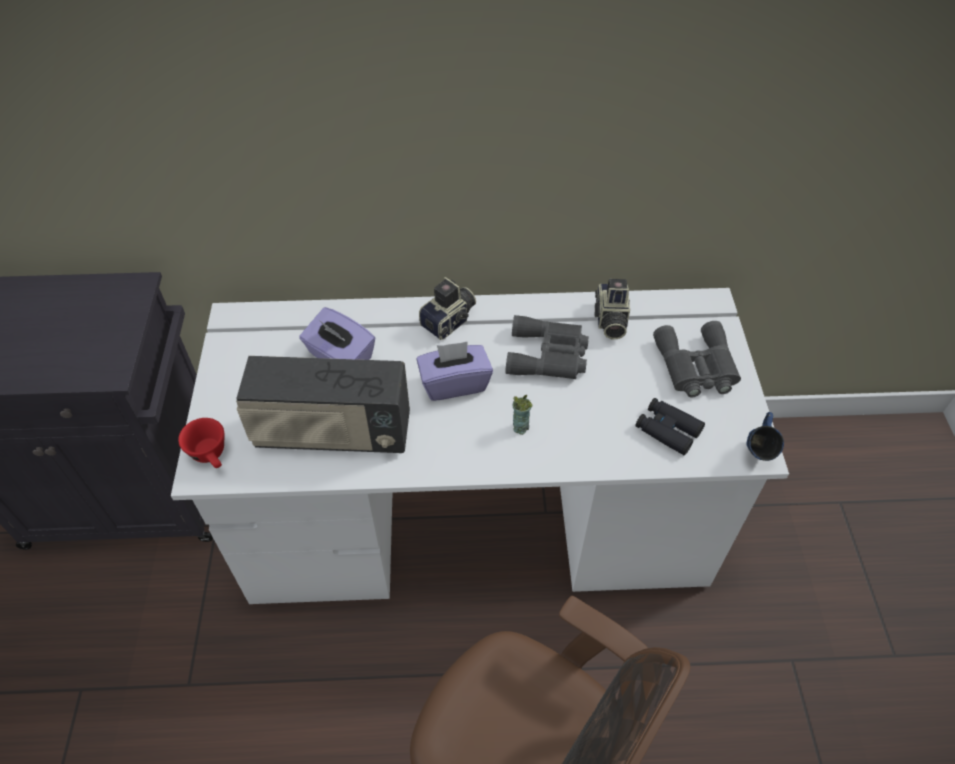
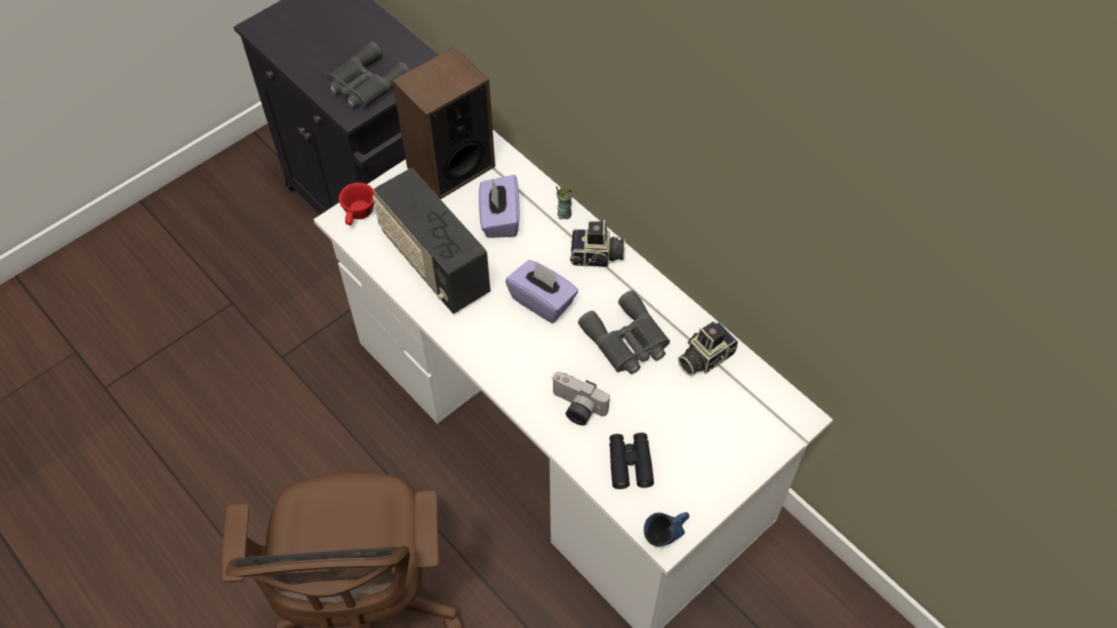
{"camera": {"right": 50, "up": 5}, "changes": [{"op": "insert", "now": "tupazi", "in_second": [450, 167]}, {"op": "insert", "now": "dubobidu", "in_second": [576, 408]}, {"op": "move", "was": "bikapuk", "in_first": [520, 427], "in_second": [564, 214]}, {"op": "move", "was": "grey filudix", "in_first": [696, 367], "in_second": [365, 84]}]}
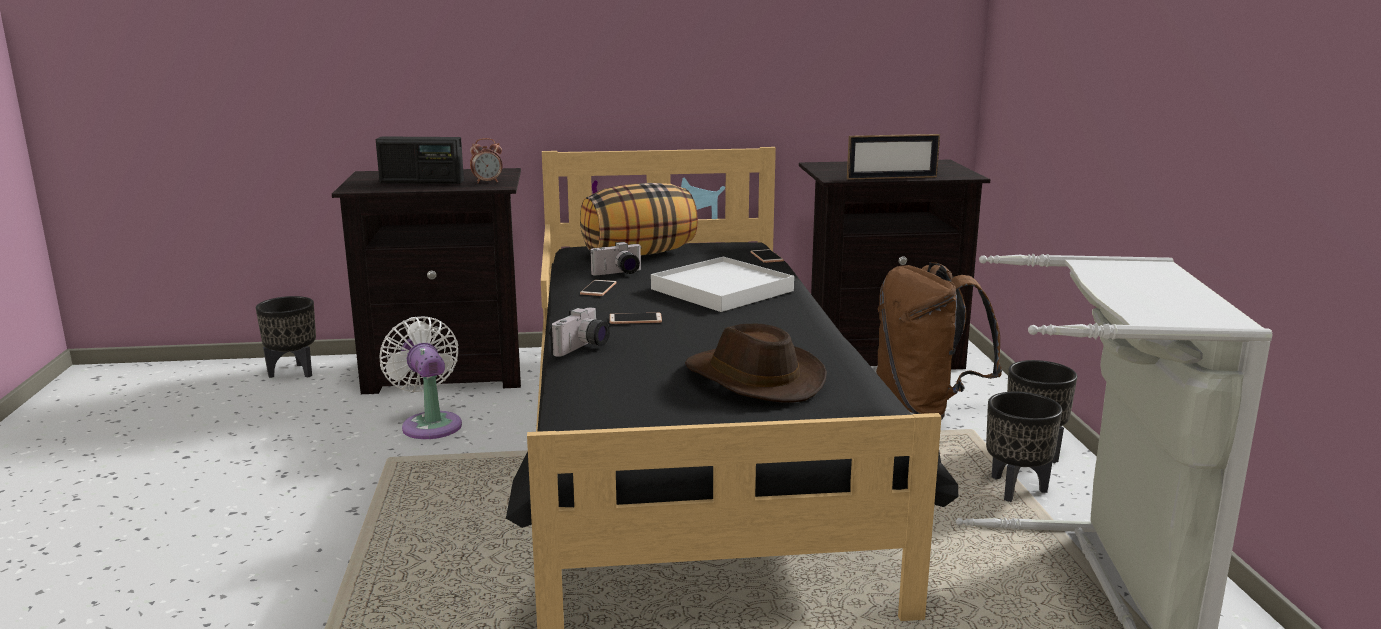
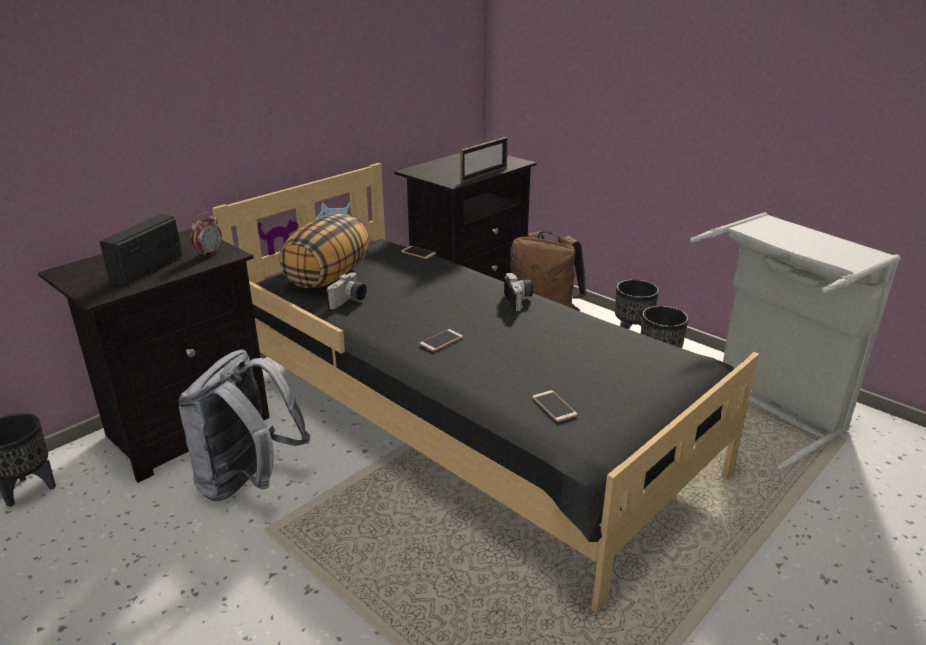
{"camera": {"right": -40, "up": 10}, "changes": [{"op": "delete", "was": "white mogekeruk", "in_first": [722, 290]}, {"op": "delete", "was": "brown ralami", "in_first": [752, 379]}, {"op": "move", "was": "dubobidu", "in_first": [583, 348], "in_second": [519, 300]}, {"op": "move", "was": "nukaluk", "in_first": [598, 289], "in_second": [554, 406]}, {"op": "replace", "was": "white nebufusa", "now": "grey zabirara", "in_first": [430, 424], "in_second": [247, 482]}, {"op": "rotate", "was": "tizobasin", "in_first": [421, 182], "in_second": [146, 268], "clockwise": 150}]}
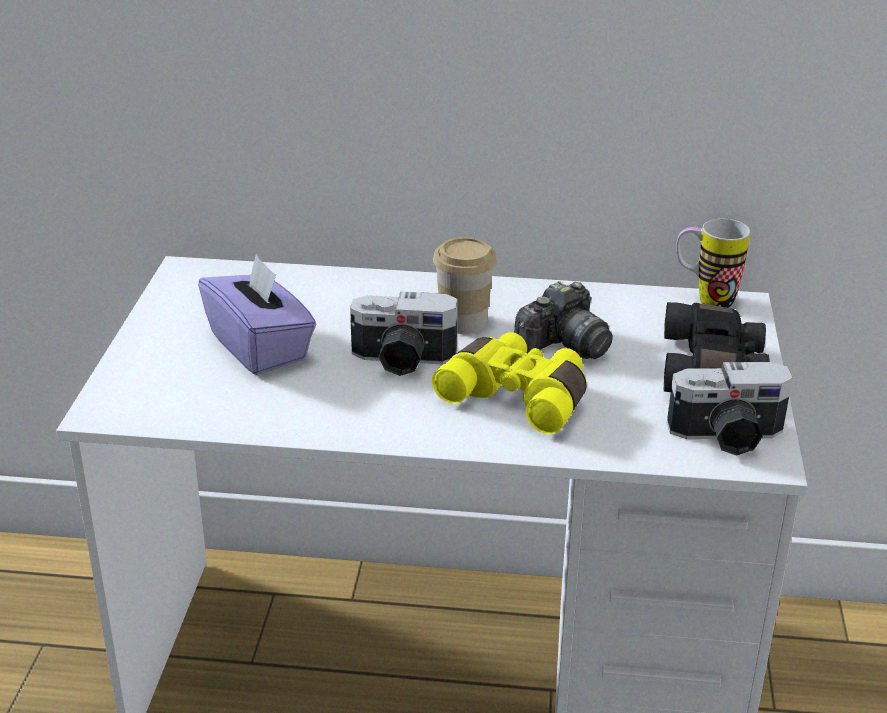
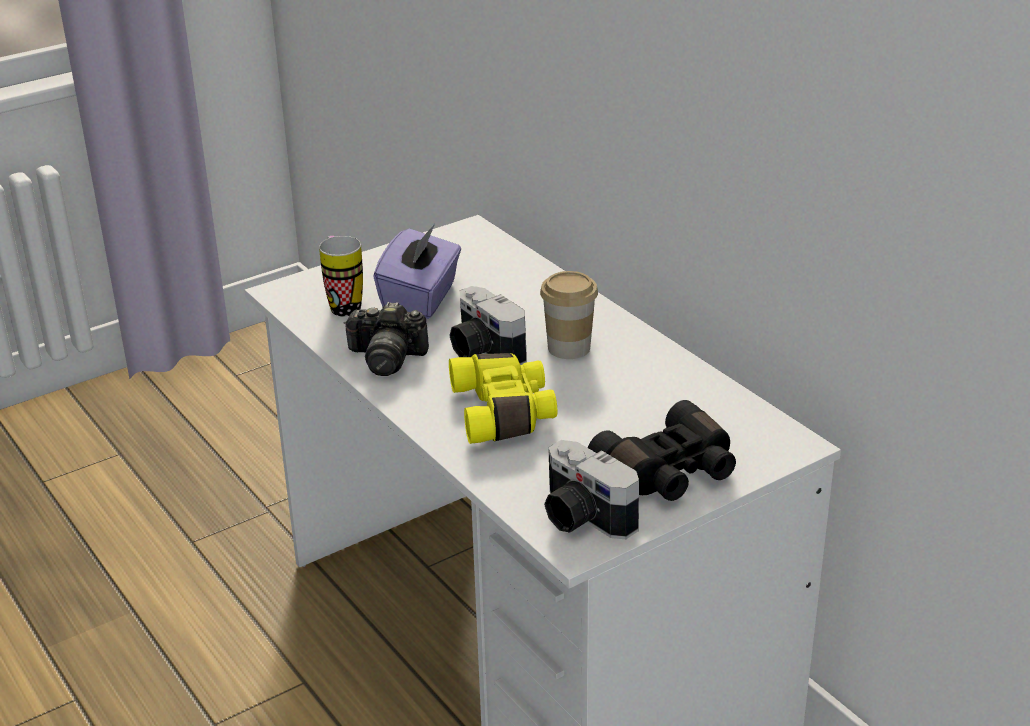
{"camera": {"right": 50, "up": 0}, "changes": [{"op": "move", "was": "dubobidu", "in_first": [563, 345], "in_second": [387, 358]}, {"op": "move", "was": "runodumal", "in_first": [704, 299], "in_second": [342, 304]}]}
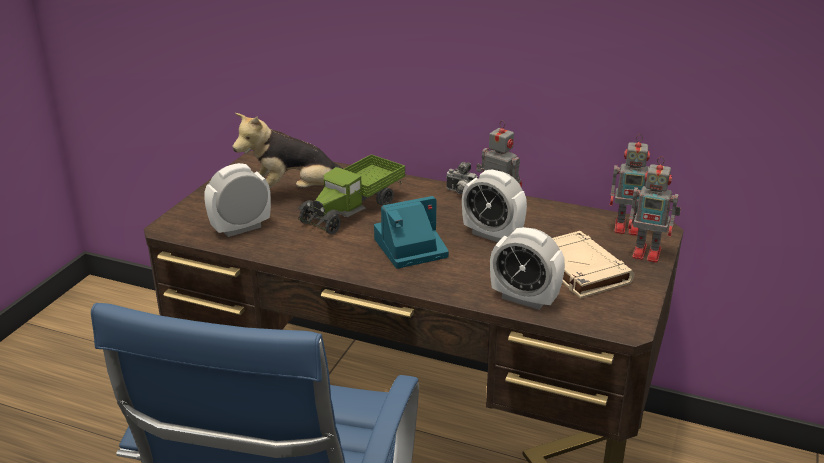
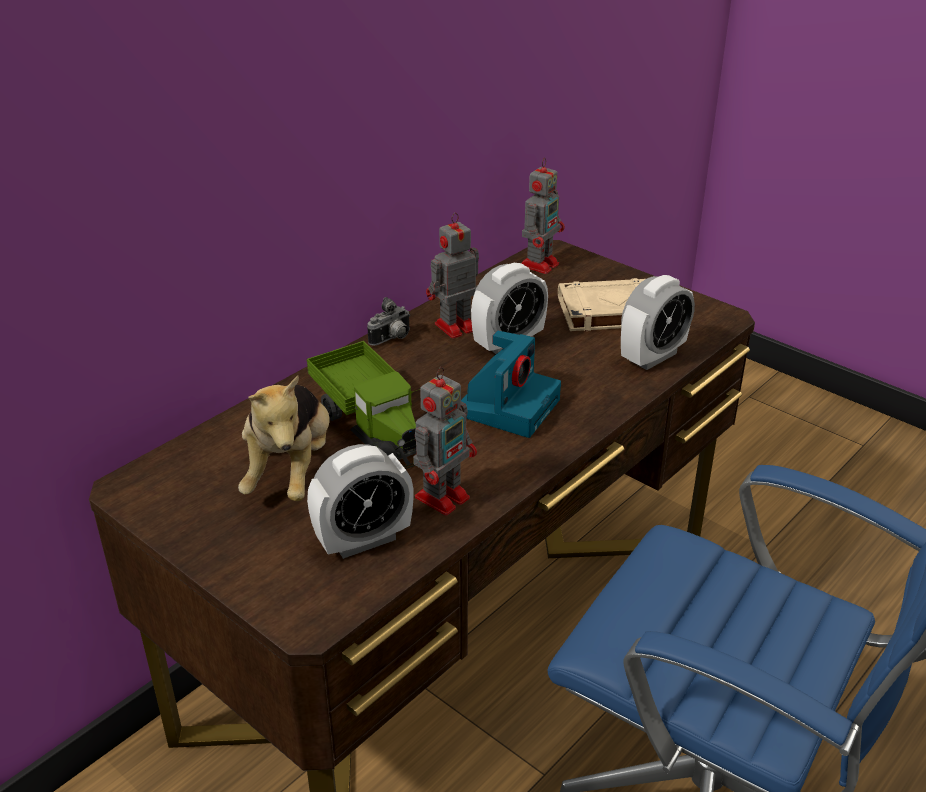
{"camera": {"right": -70, "up": 5}, "changes": [{"op": "move", "was": "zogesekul", "in_first": [648, 253], "in_second": [444, 496]}, {"op": "rotate", "was": "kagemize", "in_first": [241, 228], "in_second": [363, 540], "clockwise": -105}, {"op": "rotate", "was": "dubobidu", "in_first": [409, 248], "in_second": [508, 405], "clockwise": -150}]}
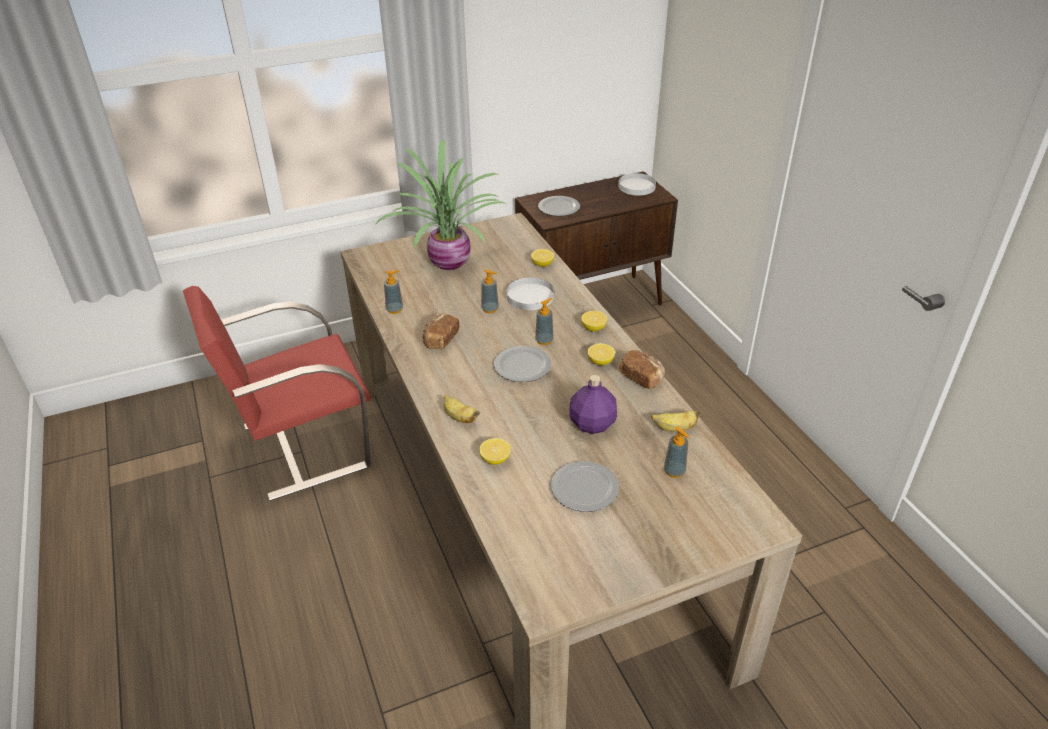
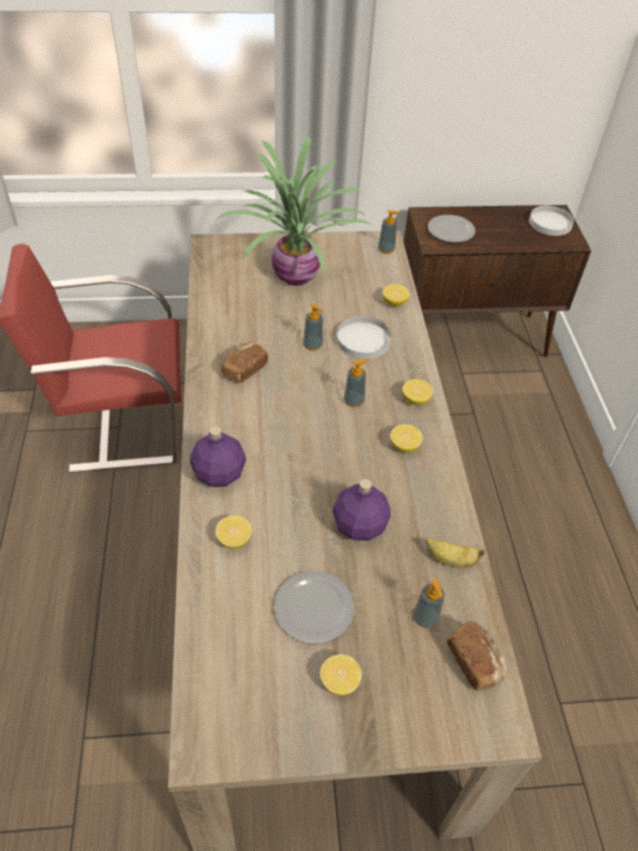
{"camera": {"right": 15, "up": 10}, "changes": [{"op": "delete", "was": "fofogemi", "in_first": [523, 366]}, {"op": "insert", "now": "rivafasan", "in_second": [339, 681]}, {"op": "move", "was": "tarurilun", "in_first": [394, 309], "in_second": [386, 249]}, {"op": "move", "was": "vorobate", "in_first": [642, 377], "in_second": [475, 661]}, {"op": "replace", "was": "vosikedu", "now": "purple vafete", "in_first": [459, 418], "in_second": [220, 474]}]}
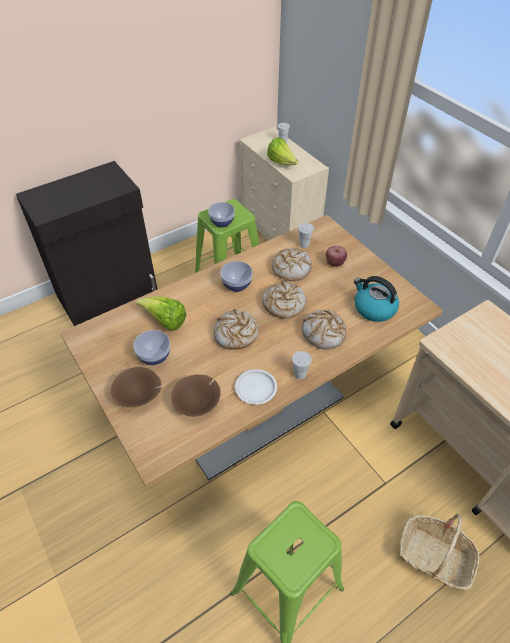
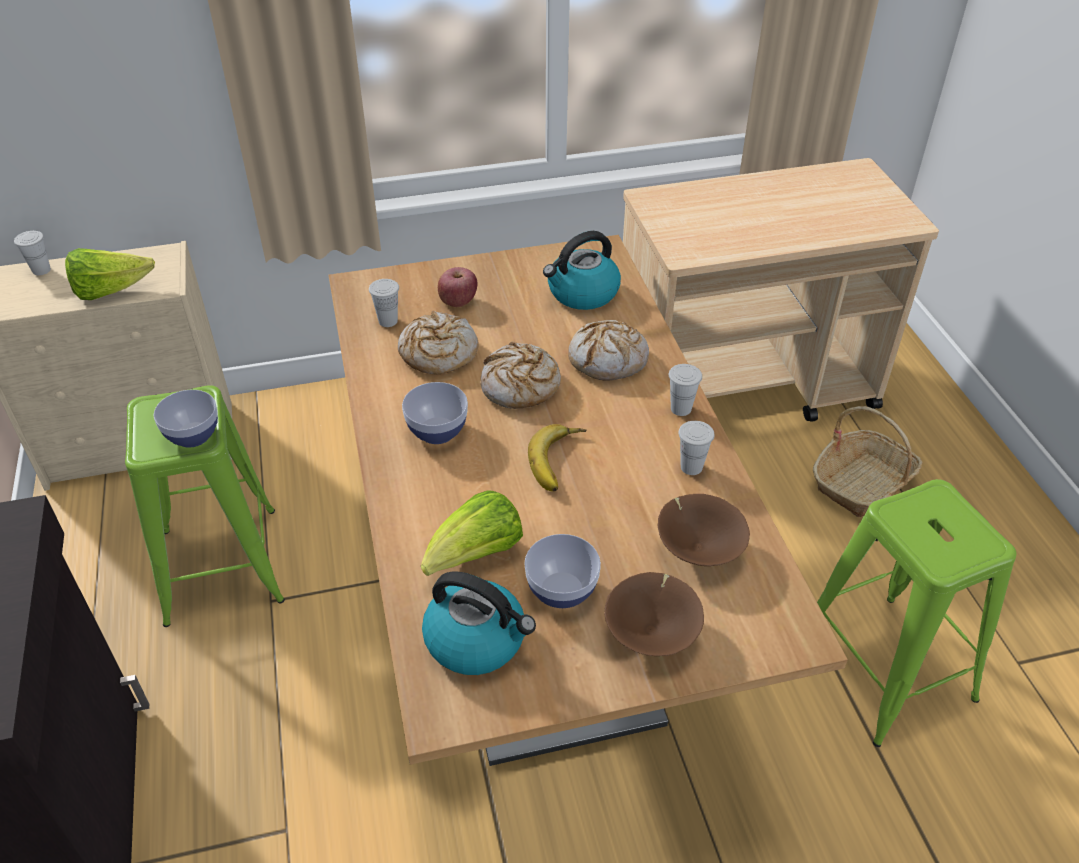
{"camera": {"right": -70, "up": -5}, "changes": [{"op": "insert", "now": "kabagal", "in_second": [477, 640]}, {"op": "replace", "was": "vorobate", "now": "vosikedu", "in_first": [236, 334], "in_second": [560, 462]}, {"op": "replace", "was": "white fofogemi", "now": "white bikapuk", "in_first": [255, 389], "in_second": [691, 467]}]}
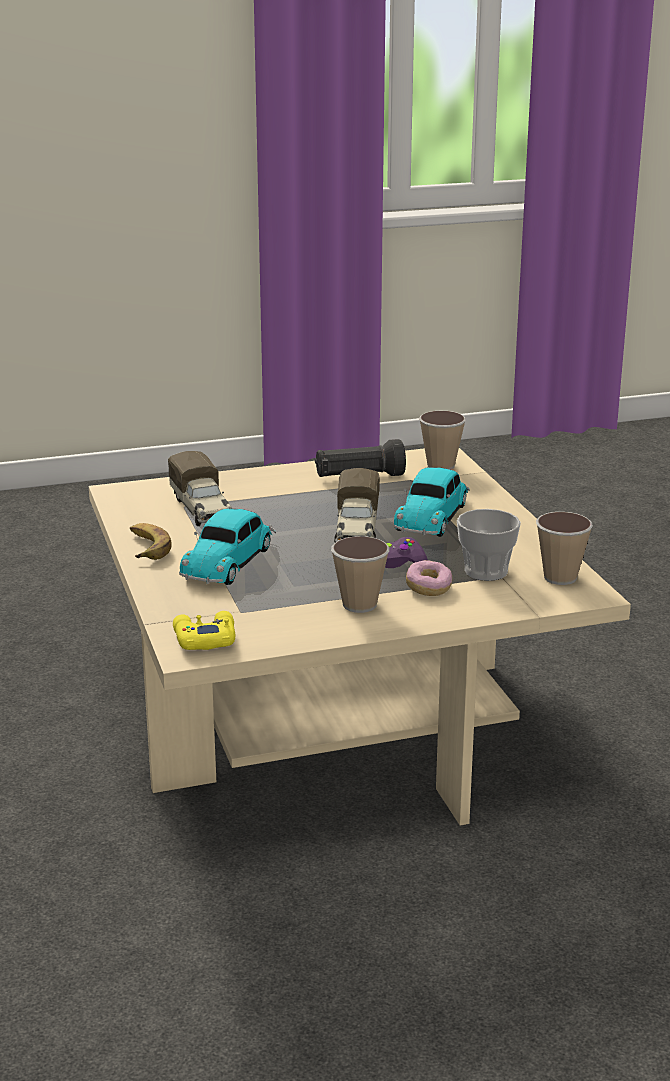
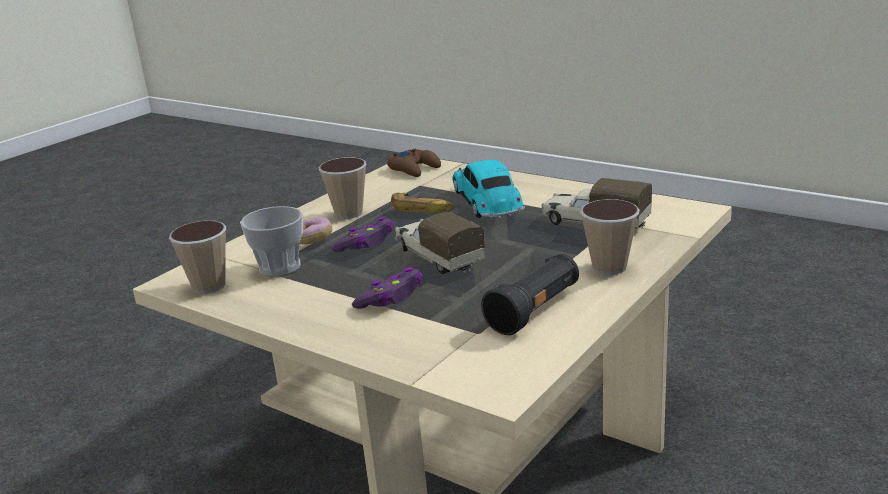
{"camera": {"right": 145, "up": 0}, "changes": [{"op": "move", "was": "vosikedu", "in_first": [146, 547], "in_second": [422, 208]}, {"op": "move", "was": "bikapuk", "in_first": [441, 466], "in_second": [609, 267]}, {"op": "replace", "was": "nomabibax", "now": "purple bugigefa", "in_first": [432, 516], "in_second": [391, 297]}, {"op": "recolor", "was": "yellow bugigefa", "now": "brown bugigefa", "in_first": [204, 638], "in_second": [414, 169]}]}
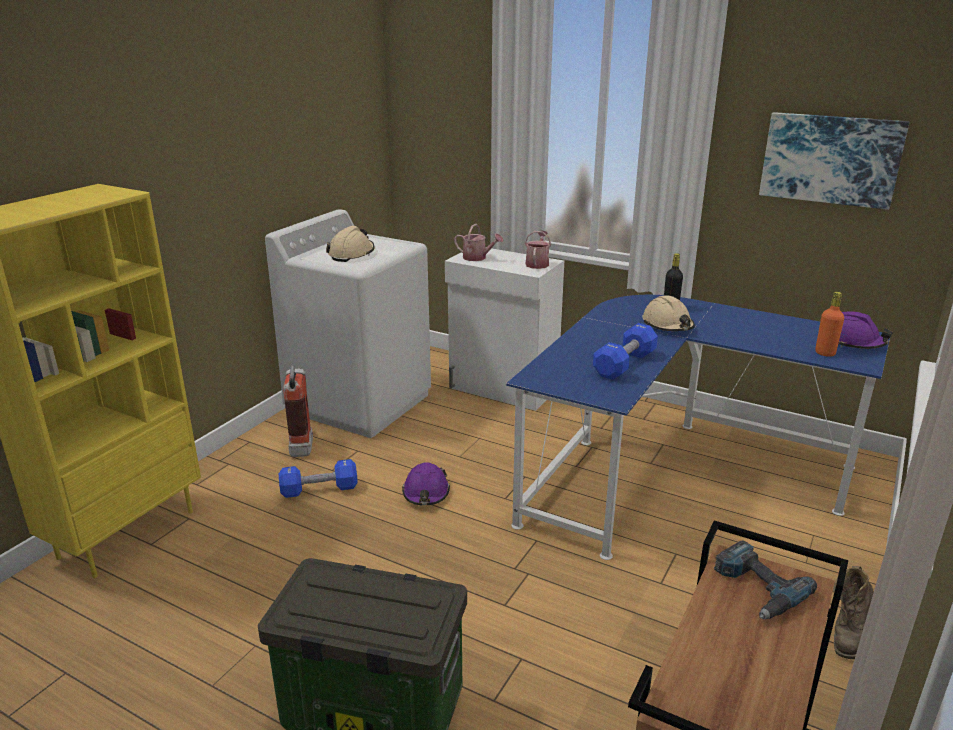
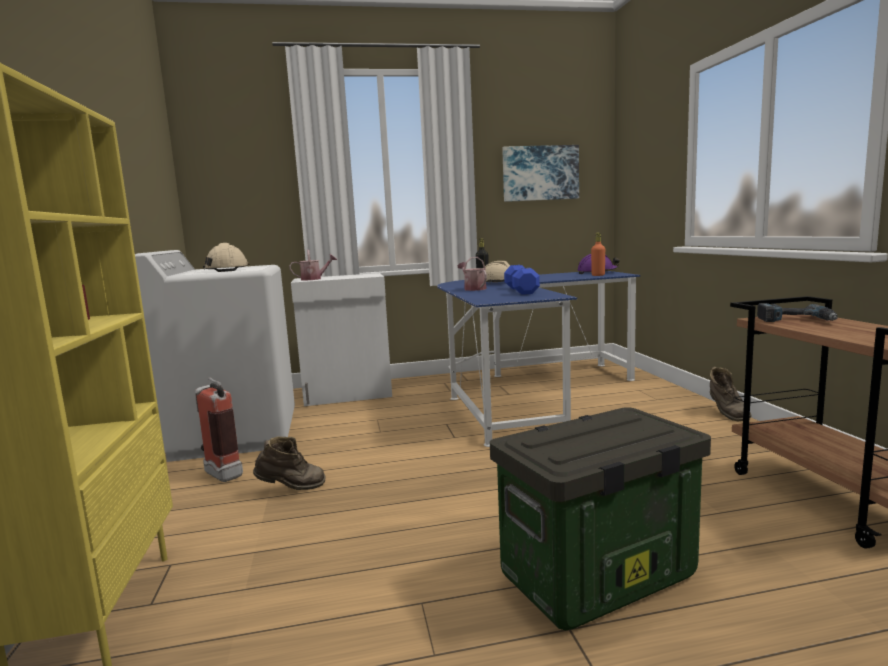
{"camera": {"right": -40, "up": -15}, "changes": [{"op": "delete", "was": "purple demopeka", "in_first": [426, 493]}, {"op": "move", "was": "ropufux", "in_first": [537, 263], "in_second": [473, 289]}, {"op": "replace", "was": "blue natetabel", "now": "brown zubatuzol", "in_first": [319, 490], "in_second": [292, 489]}]}
